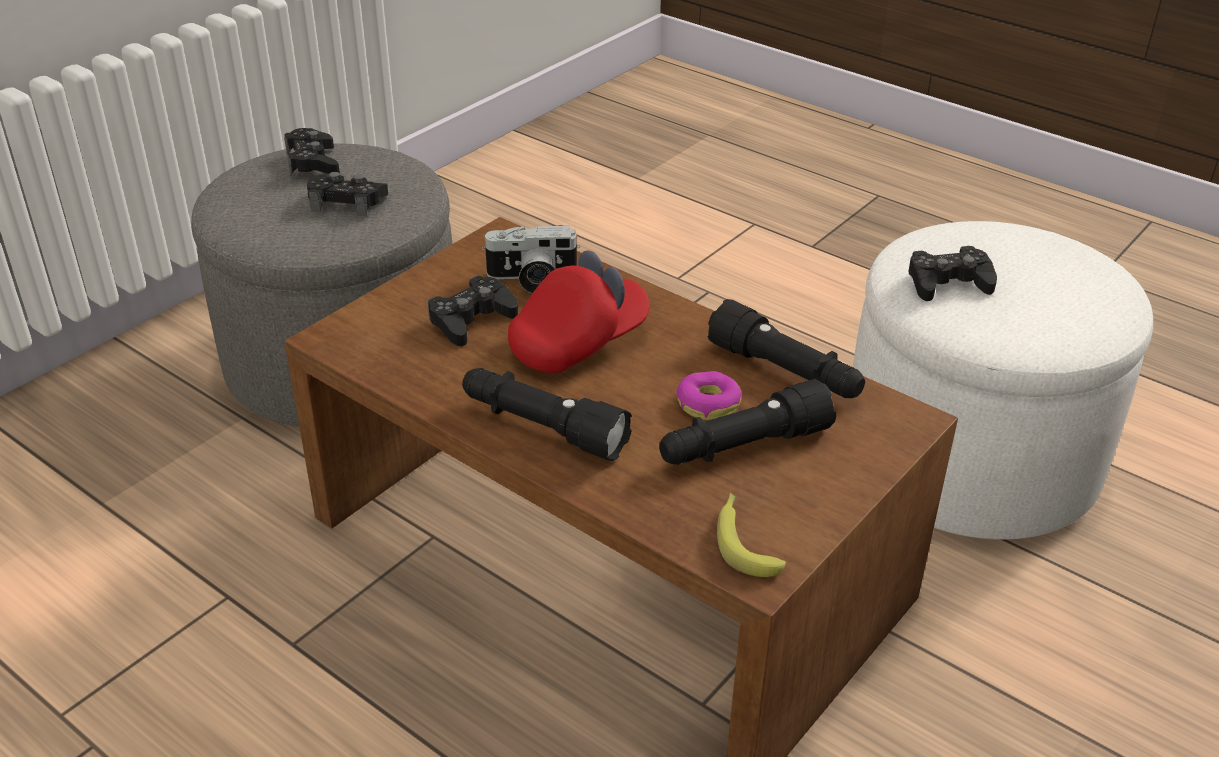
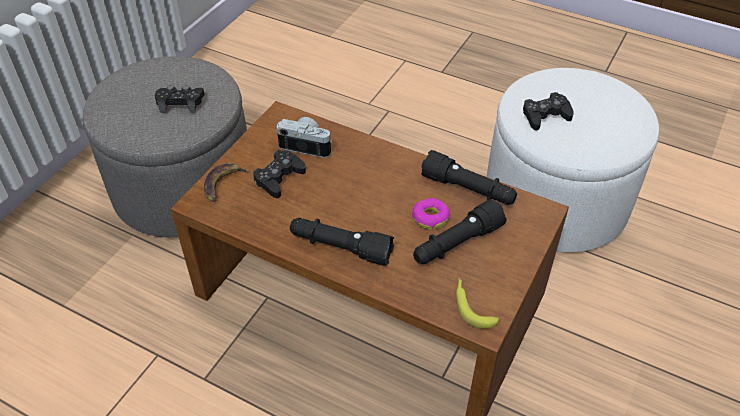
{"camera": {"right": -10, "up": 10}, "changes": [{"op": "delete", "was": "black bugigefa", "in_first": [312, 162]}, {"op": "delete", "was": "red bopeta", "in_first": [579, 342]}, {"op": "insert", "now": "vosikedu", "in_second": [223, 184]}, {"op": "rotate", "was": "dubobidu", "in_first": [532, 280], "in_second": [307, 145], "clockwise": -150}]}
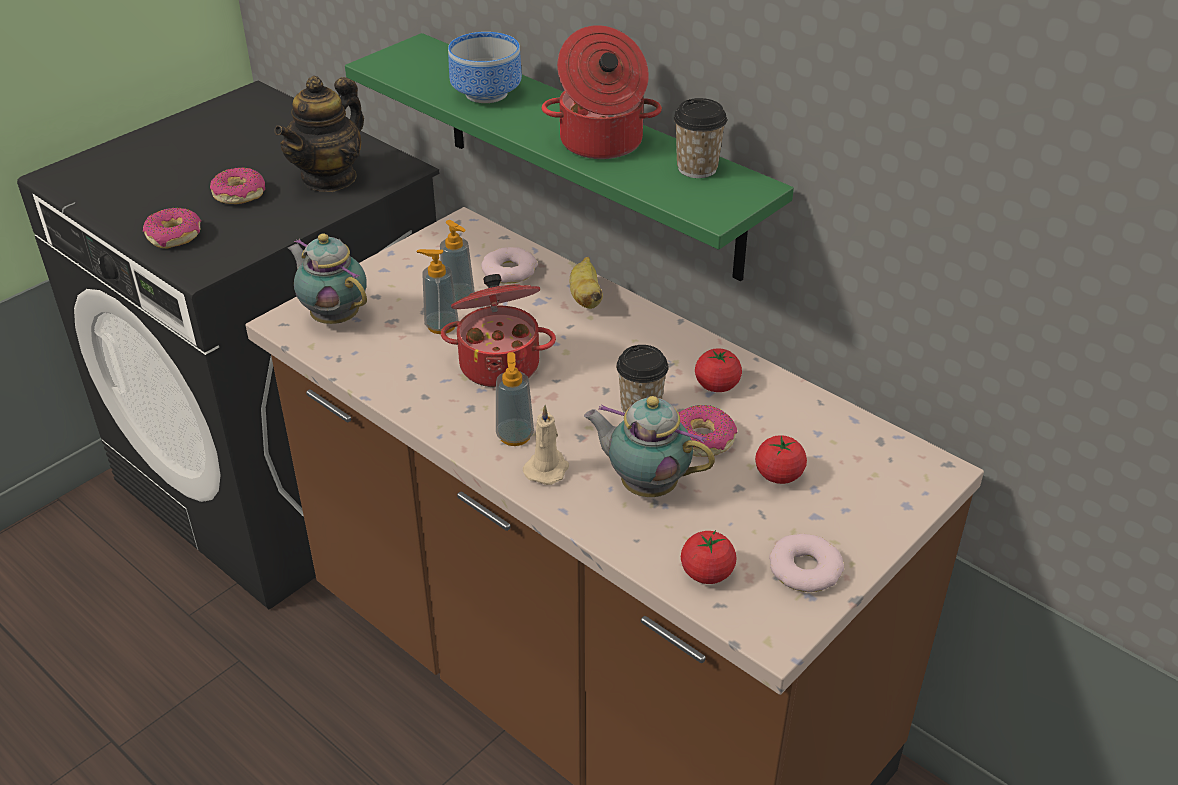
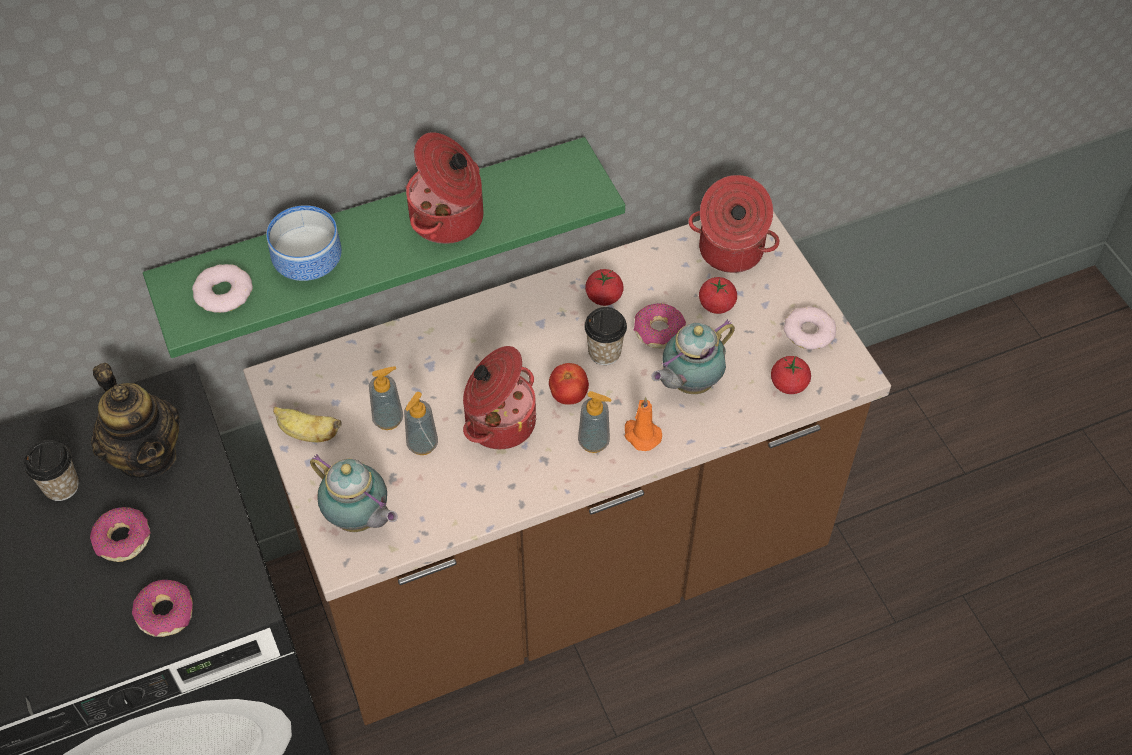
{"camera": {"right": -65, "up": 15}, "changes": [{"op": "insert", "now": "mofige", "in_second": [568, 395]}, {"op": "insert", "now": "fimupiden", "in_second": [730, 252]}, {"op": "move", "was": "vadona", "in_first": [509, 271], "in_second": [223, 293]}, {"op": "move", "was": "vosikedu", "in_first": [586, 298], "in_second": [307, 433]}, {"op": "move", "was": "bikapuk", "in_first": [697, 168], "in_second": [61, 486]}, {"op": "recolor", "was": "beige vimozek", "now": "orange vimozek", "in_first": [547, 468], "in_second": [641, 434]}, {"op": "rotate", "was": "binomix", "in_first": [334, 317], "in_second": [359, 520], "clockwise": -120}]}
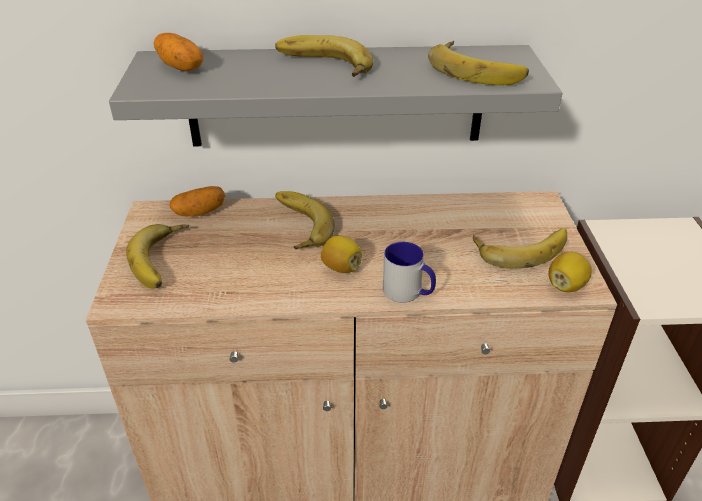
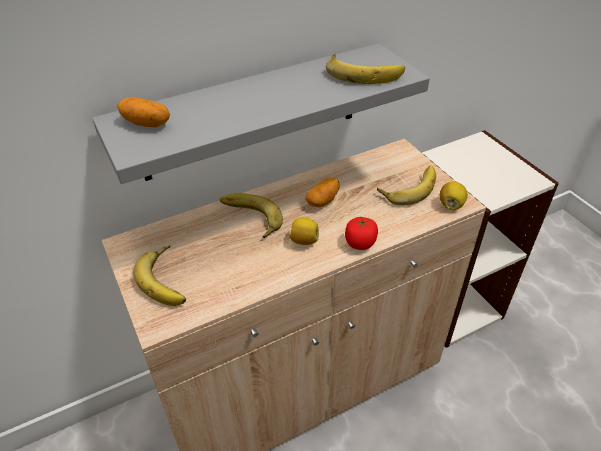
{"camera": {"right": -25, "up": 5}, "changes": [{"op": "delete", "was": "vosikedu", "in_first": [322, 66]}, {"op": "move", "was": "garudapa", "in_first": [200, 212], "in_second": [323, 200]}, {"op": "replace", "was": "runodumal", "now": "mofige", "in_first": [408, 292], "in_second": [360, 243]}]}
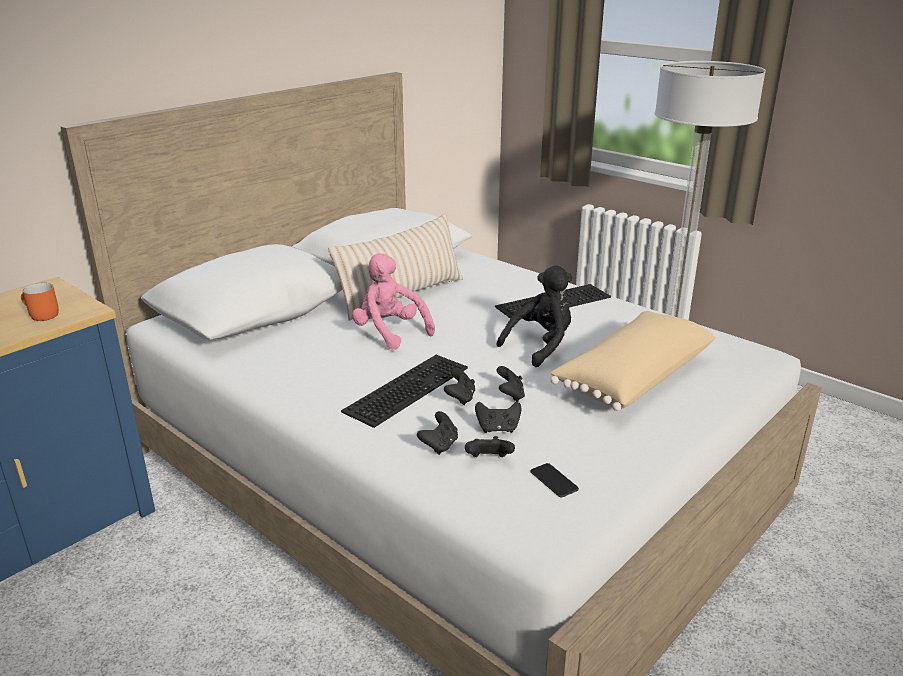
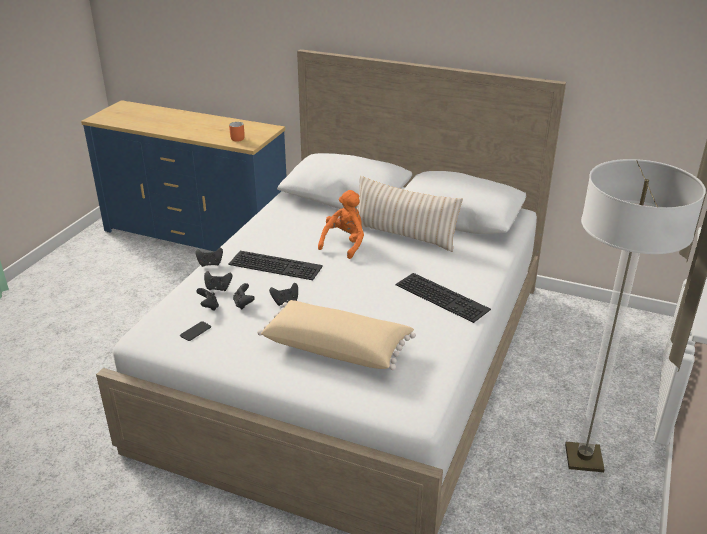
{"camera": {"right": 70, "up": 5}, "changes": [{"op": "delete", "was": "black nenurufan", "in_first": [540, 346]}, {"op": "move", "was": "black bugigefa", "in_first": [460, 398], "in_second": [210, 264]}, {"op": "recolor", "was": "pink nenurufan", "now": "orange nenurufan", "in_first": [390, 332], "in_second": [344, 243]}]}
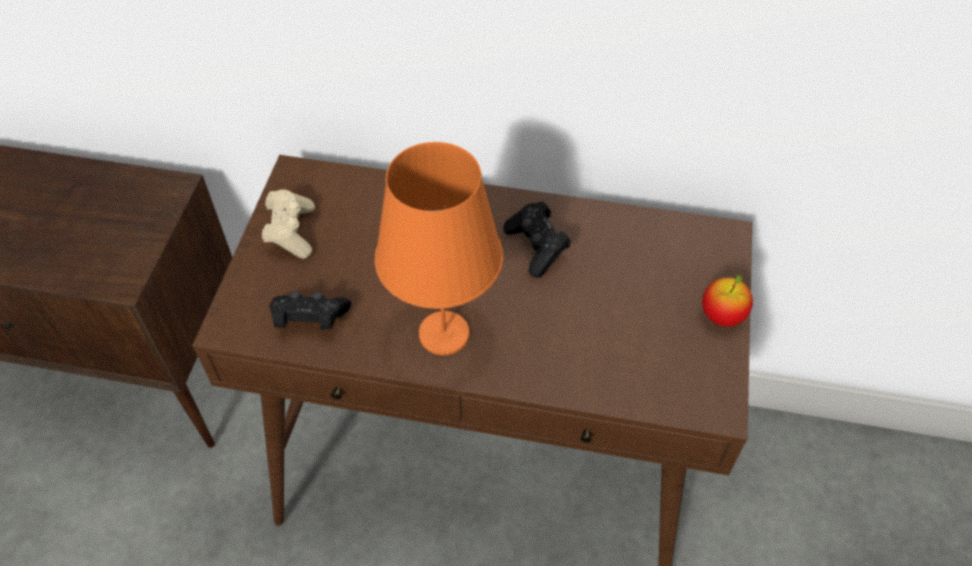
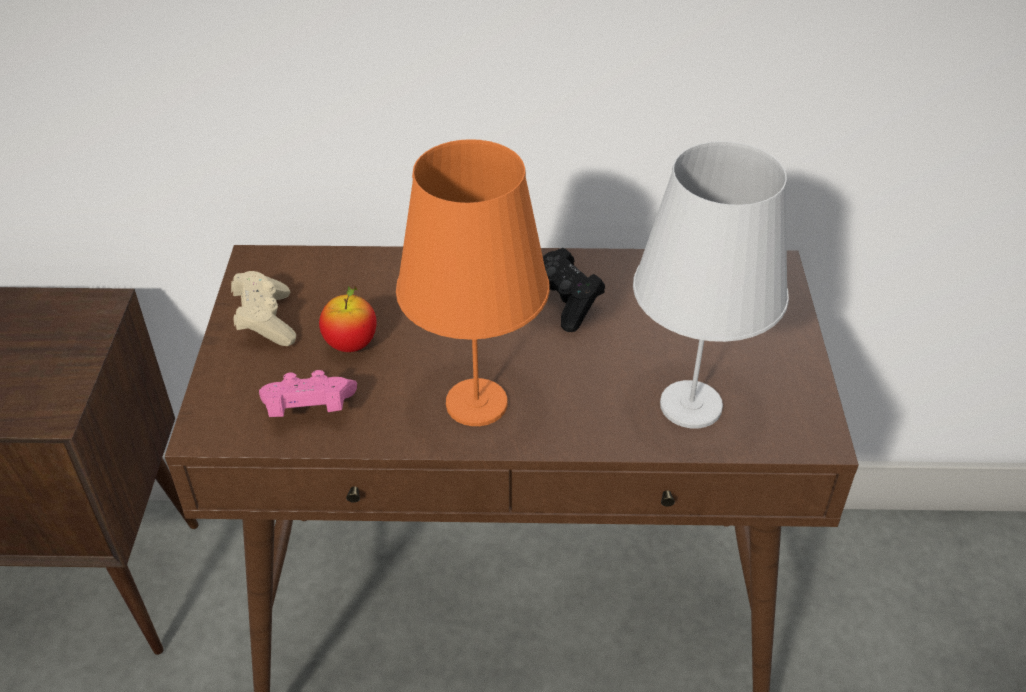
{"camera": {"right": -10, "up": -10}, "changes": [{"op": "insert", "now": "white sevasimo", "in_second": [691, 406]}, {"op": "move", "was": "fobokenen", "in_first": [722, 316], "in_second": [351, 344]}, {"op": "recolor", "was": "black bugigefa", "now": "pink bugigefa", "in_first": [309, 320], "in_second": [308, 410]}]}
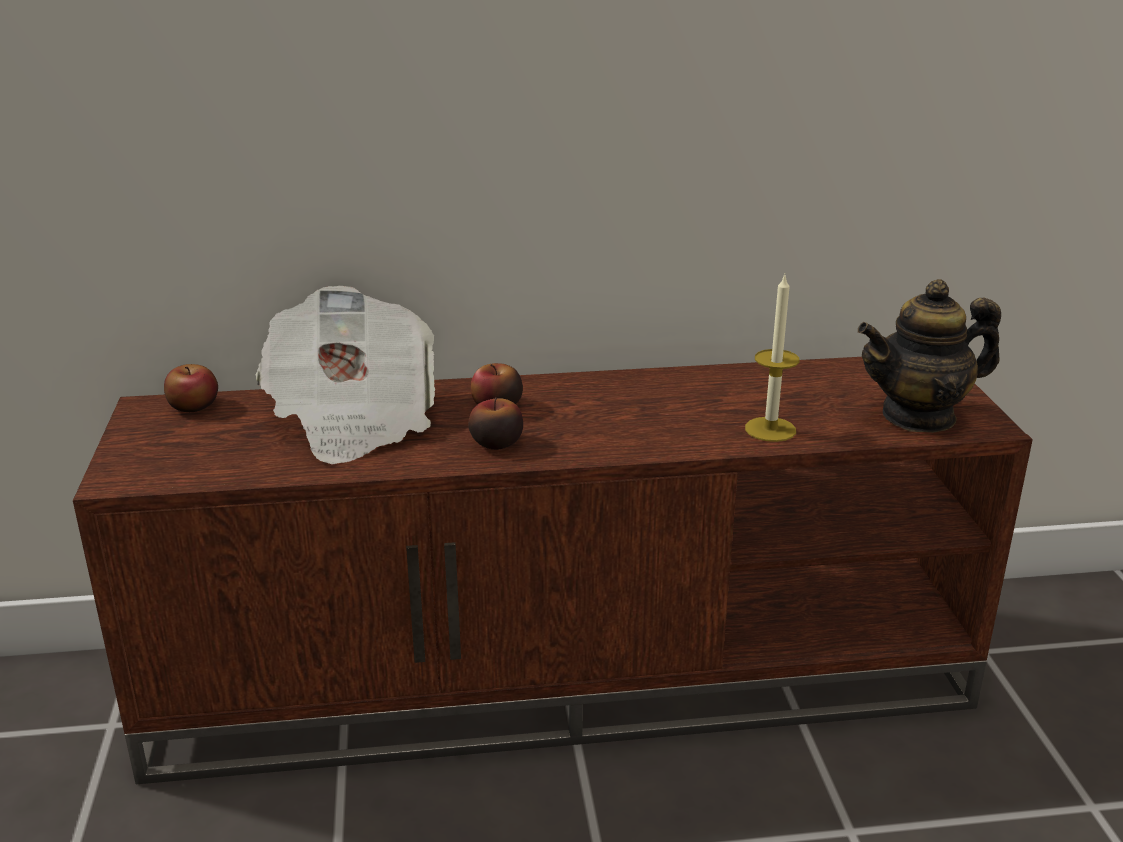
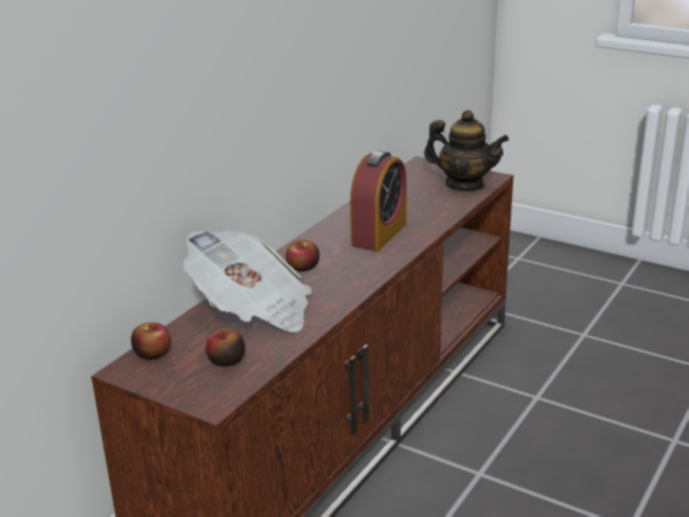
{"camera": {"right": -50, "up": 0}, "changes": [{"op": "delete", "was": "vimozek", "in_first": [770, 429]}, {"op": "insert", "now": "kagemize", "in_second": [379, 234]}, {"op": "move", "was": "fobokenen", "in_first": [496, 443], "in_second": [226, 361]}, {"op": "rotate", "was": "binomix", "in_first": [919, 416], "in_second": [464, 185], "clockwise": -90}]}
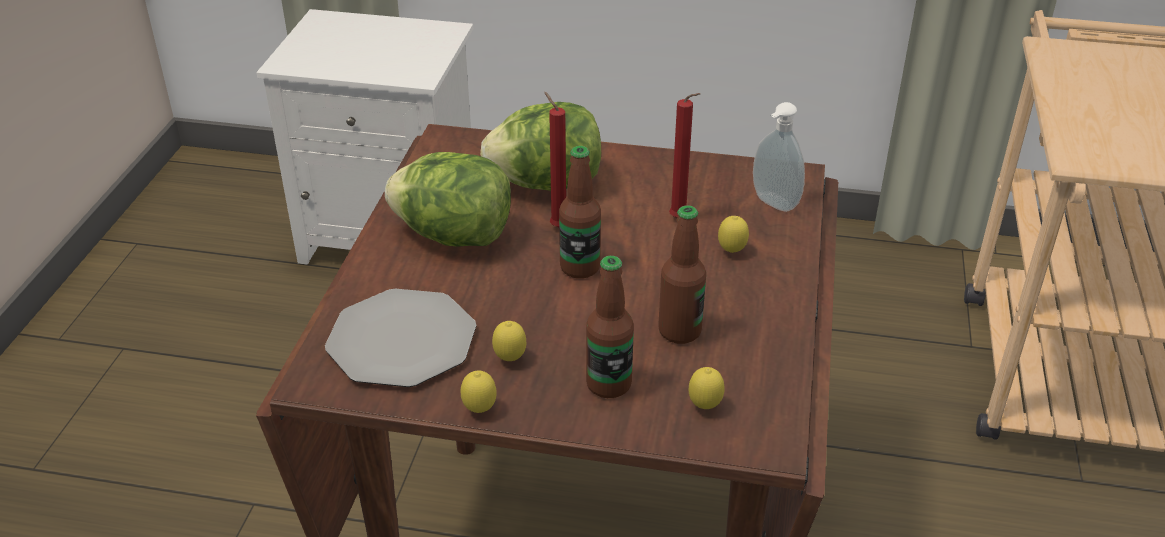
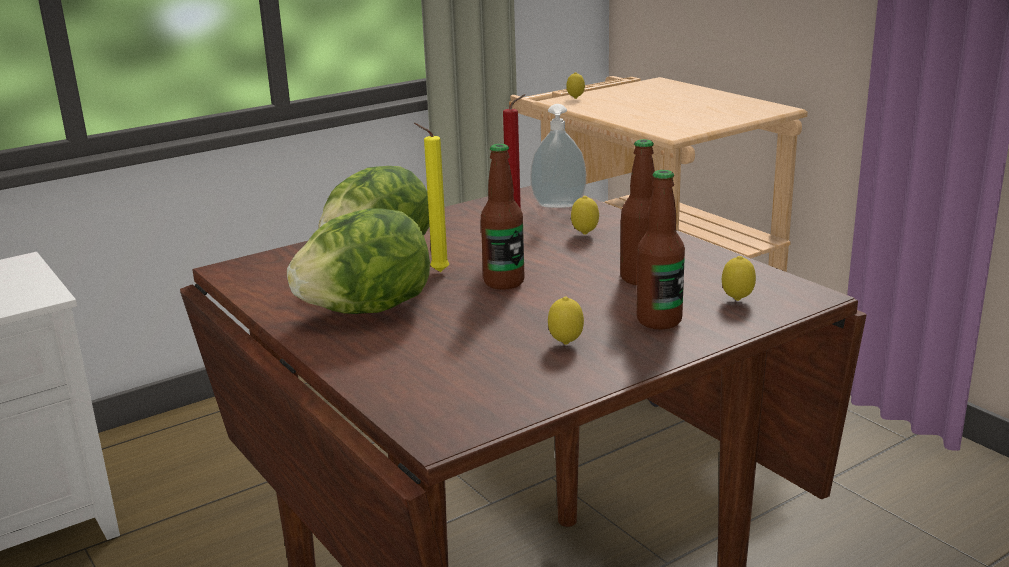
{"camera": {"right": -45, "up": -15}, "changes": [{"op": "delete", "was": "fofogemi", "in_first": [402, 341]}, {"op": "move", "was": "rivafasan", "in_first": [479, 410], "in_second": [575, 98]}, {"op": "recolor", "was": "red vimozek", "now": "yellow vimozek", "in_first": [556, 226], "in_second": [436, 272]}]}
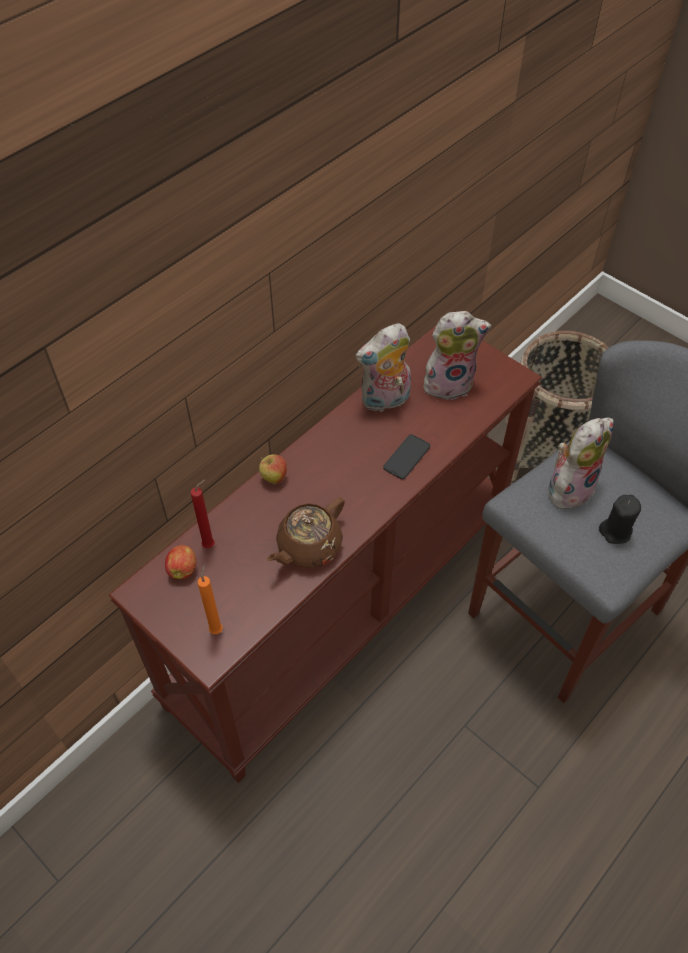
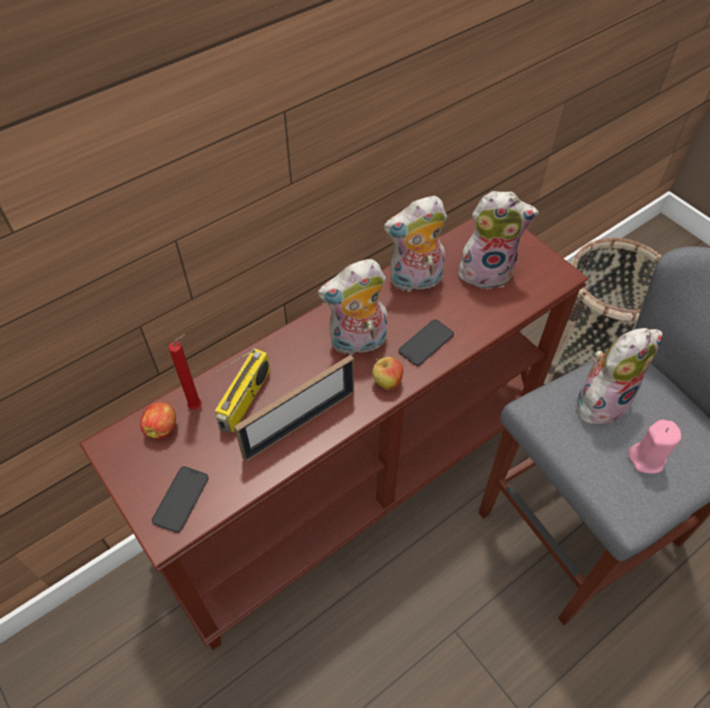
{"camera": {"right": 10, "up": 0}, "changes": [{"op": "insert", "now": "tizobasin", "in_second": [245, 400]}, {"op": "insert", "now": "nenurufan", "in_second": [357, 343]}, {"op": "move", "was": "fobokenen", "in_first": [274, 477], "in_second": [387, 382]}, {"op": "replace", "was": "orange vimozek", "now": "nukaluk", "in_first": [216, 628], "in_second": [181, 499]}, {"op": "replace", "was": "brown binomix", "now": "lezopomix", "in_first": [308, 547], "in_second": [300, 424]}, {"op": "recolor", "was": "black vimozek", "now": "pink vimozek", "in_first": [615, 531], "in_second": [647, 458]}]}
